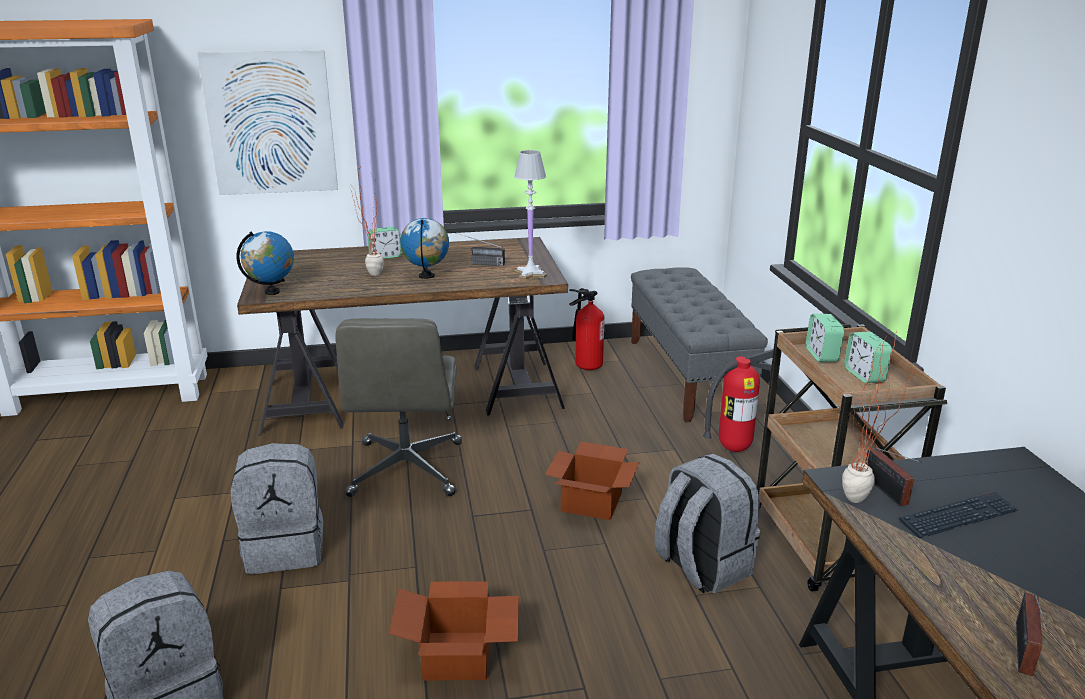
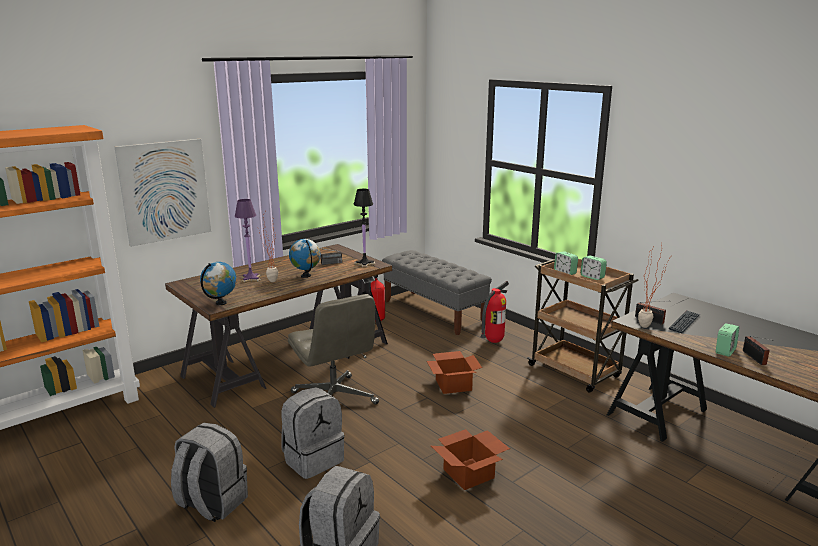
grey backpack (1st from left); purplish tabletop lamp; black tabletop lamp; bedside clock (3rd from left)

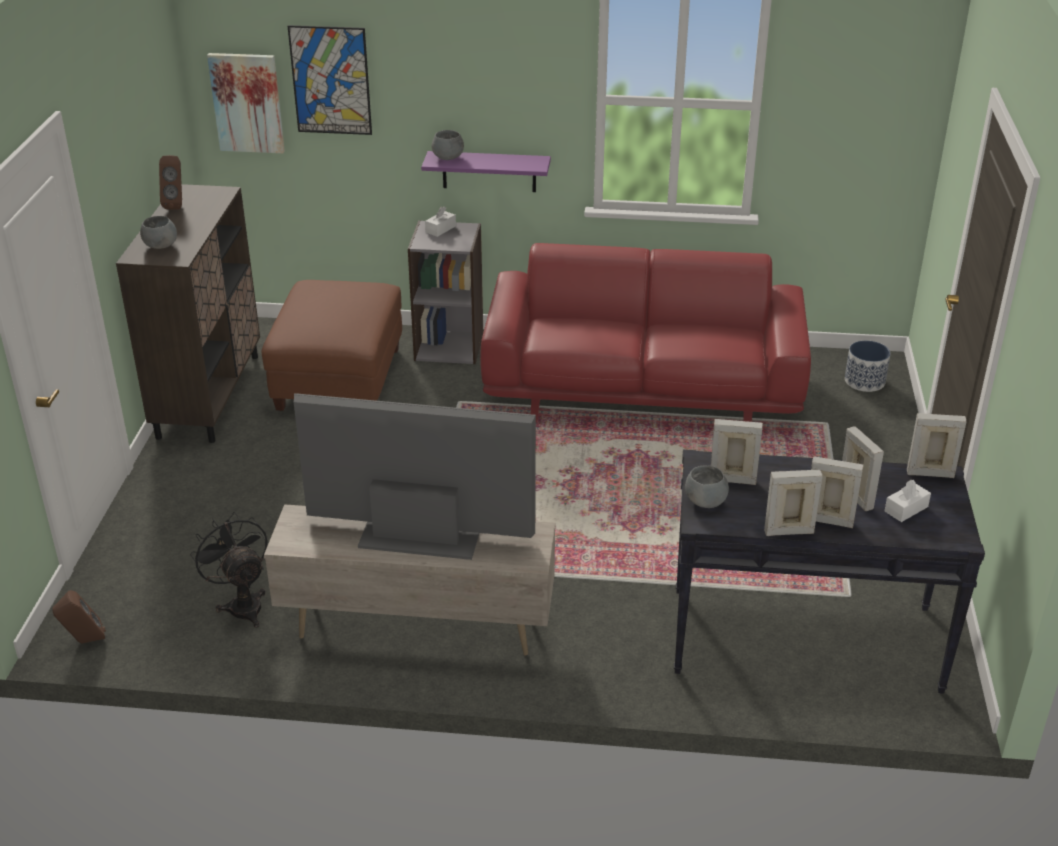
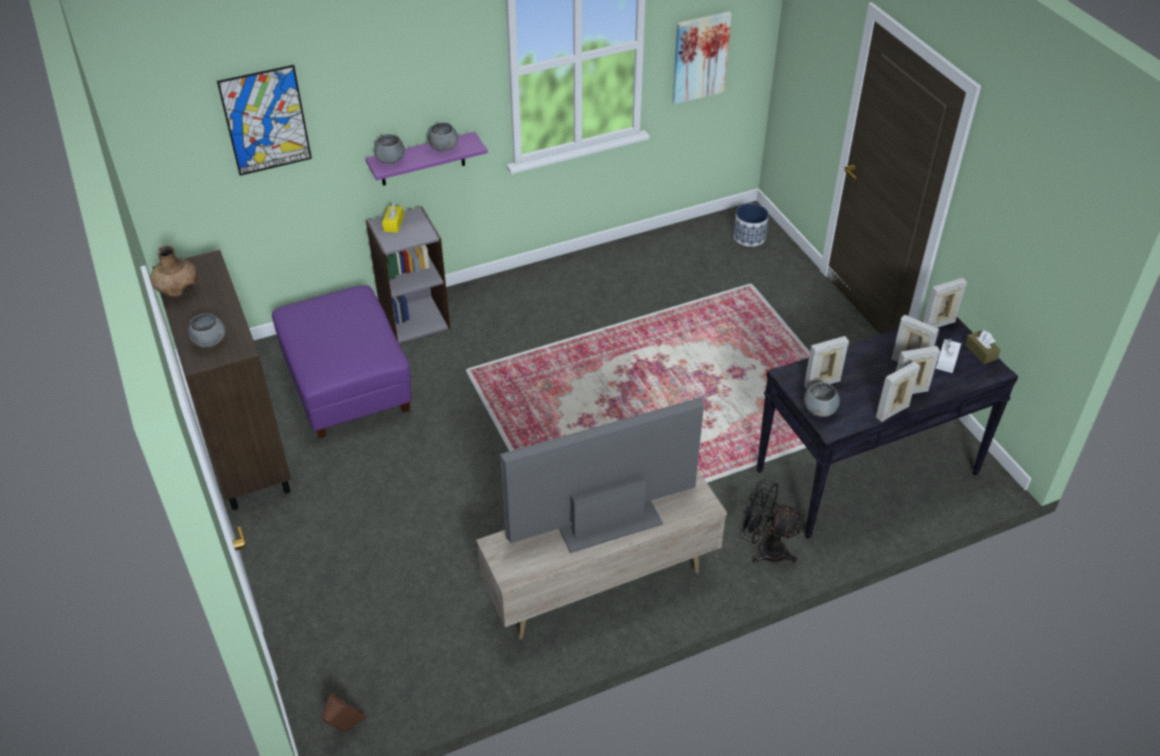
brownish flower vase; purplish footrest; yellow-coloured box of tissues; grey serving bowl (3rd from left); picture (2nd from left); black electric fan; brownish box of tissues; red-coloured sofa

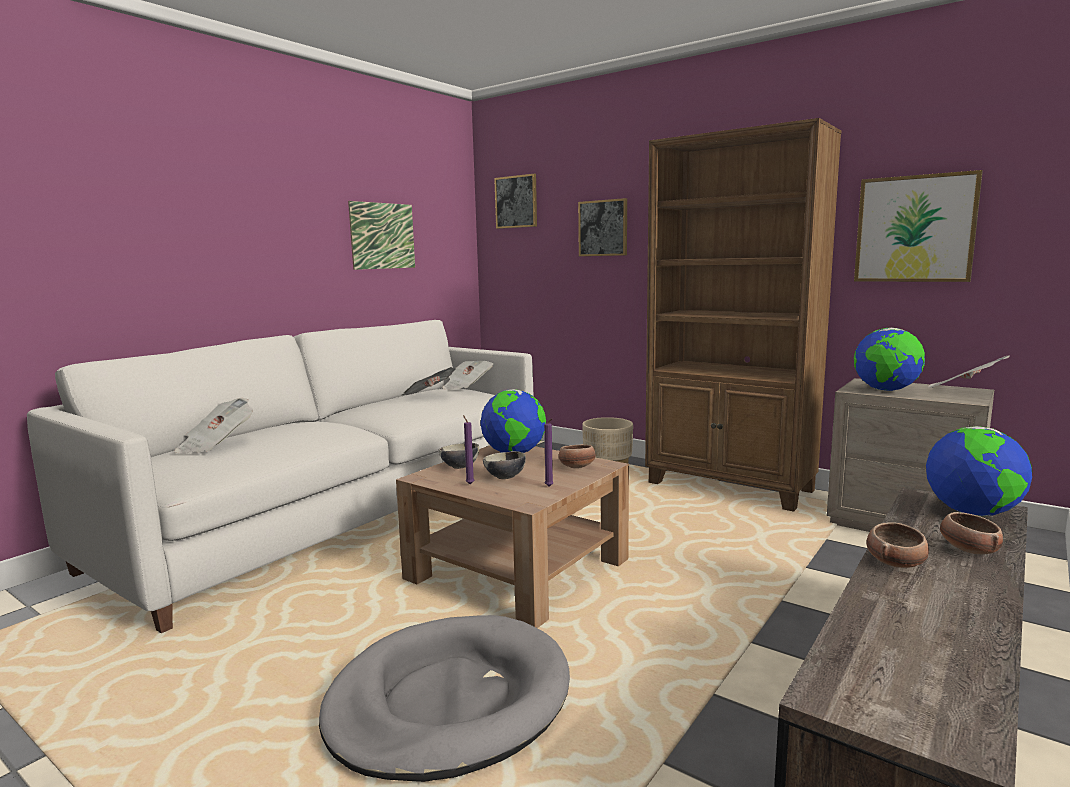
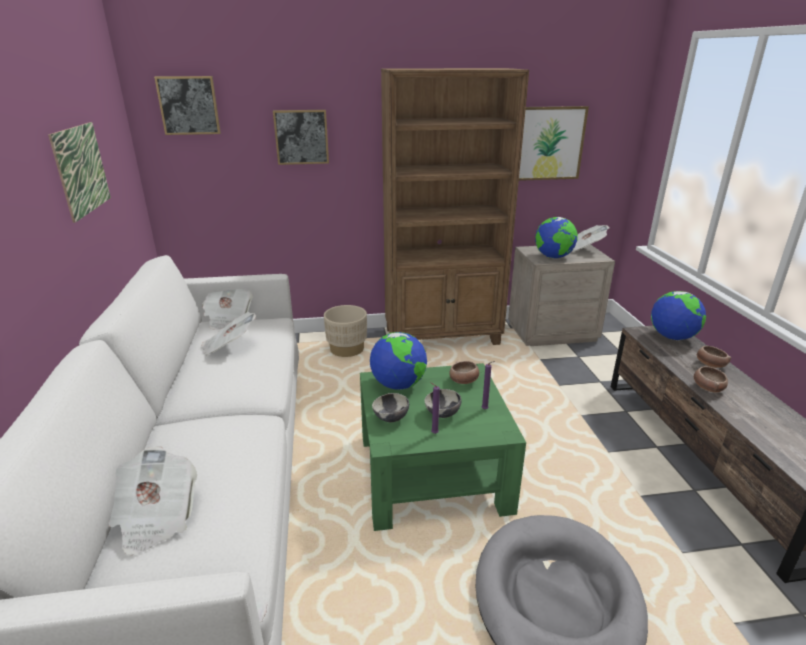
greenish coffee table

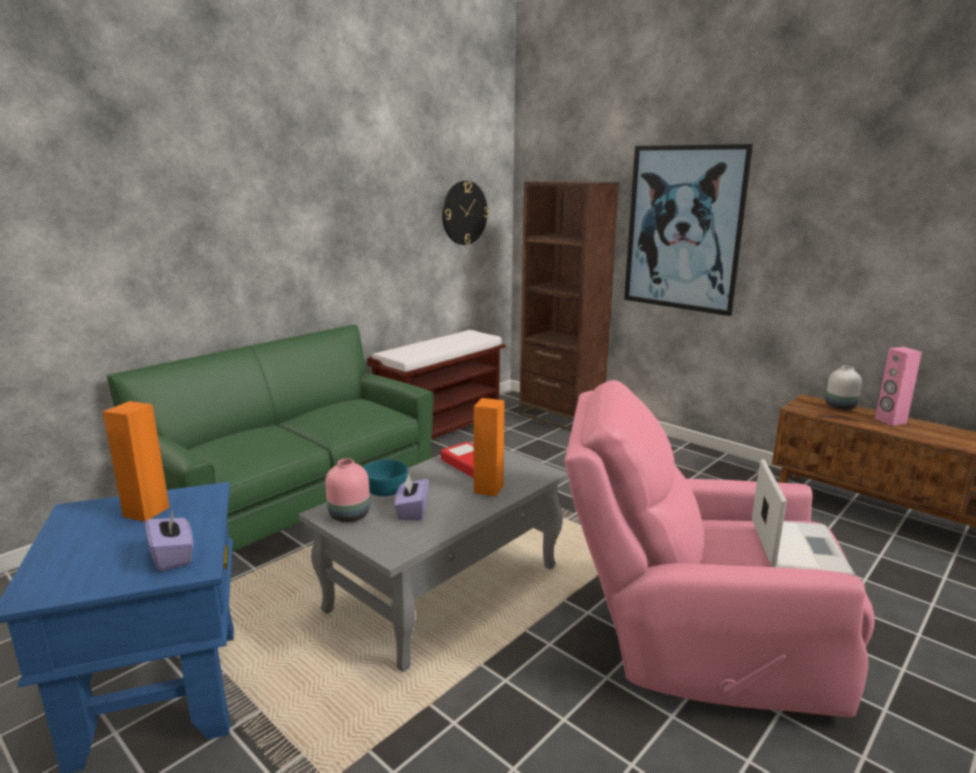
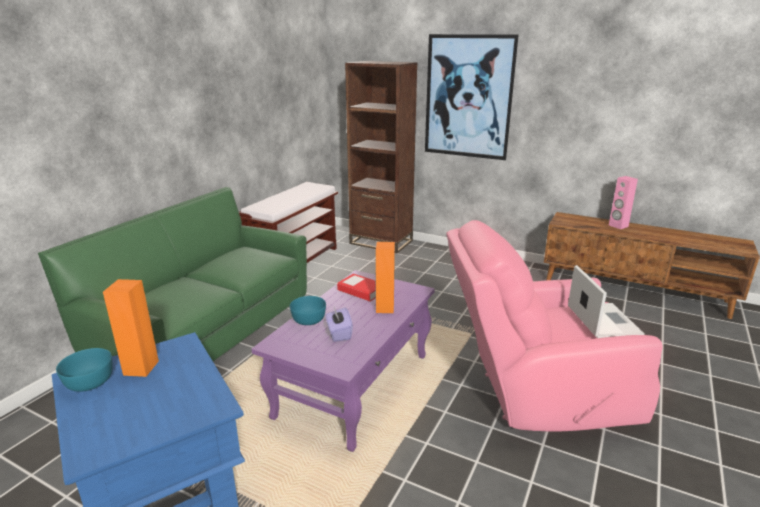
blue-green serving bowl (1st from left); purplish coffee table; purplish box of tissues (1st from left in the first image); pinkish flower vase; hanging clock; white-coloured flower vase

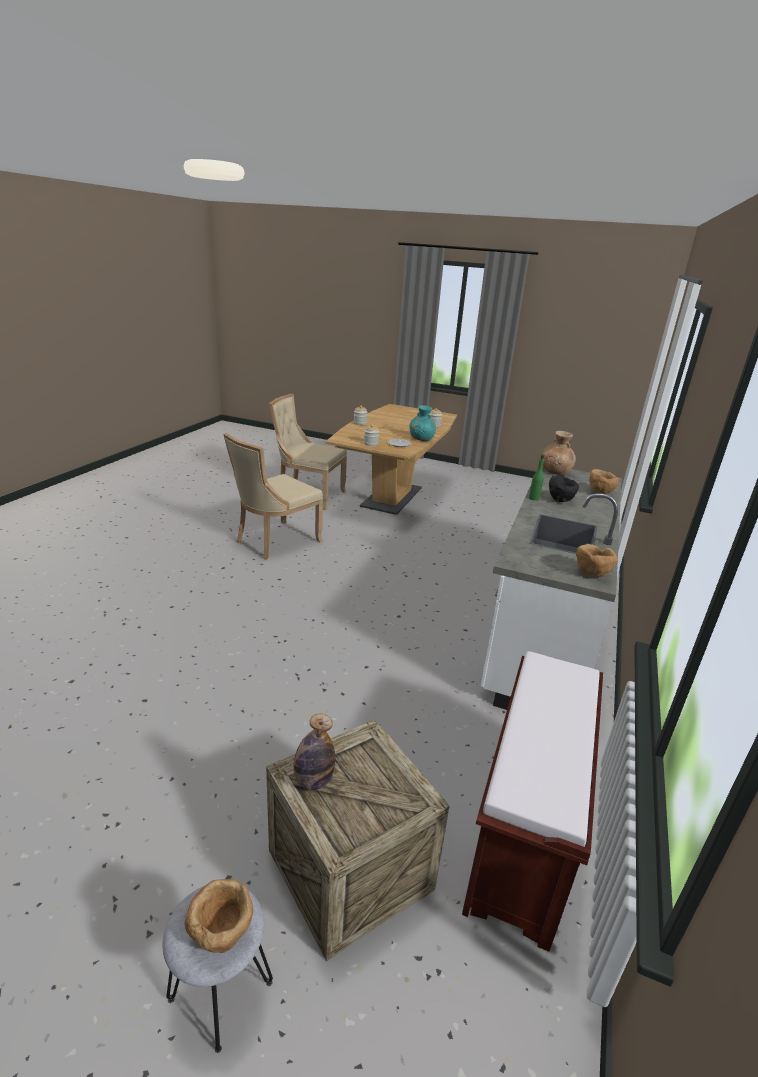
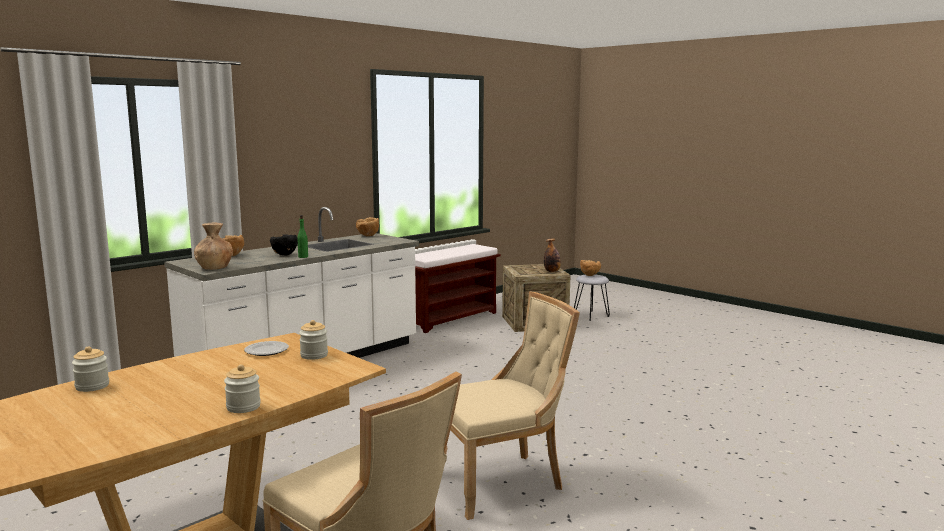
blue-green flower vase

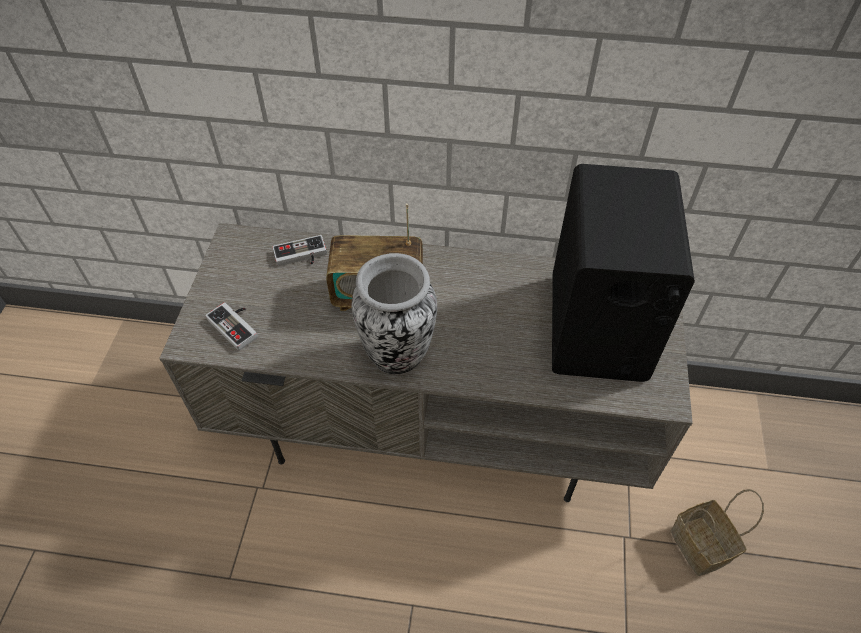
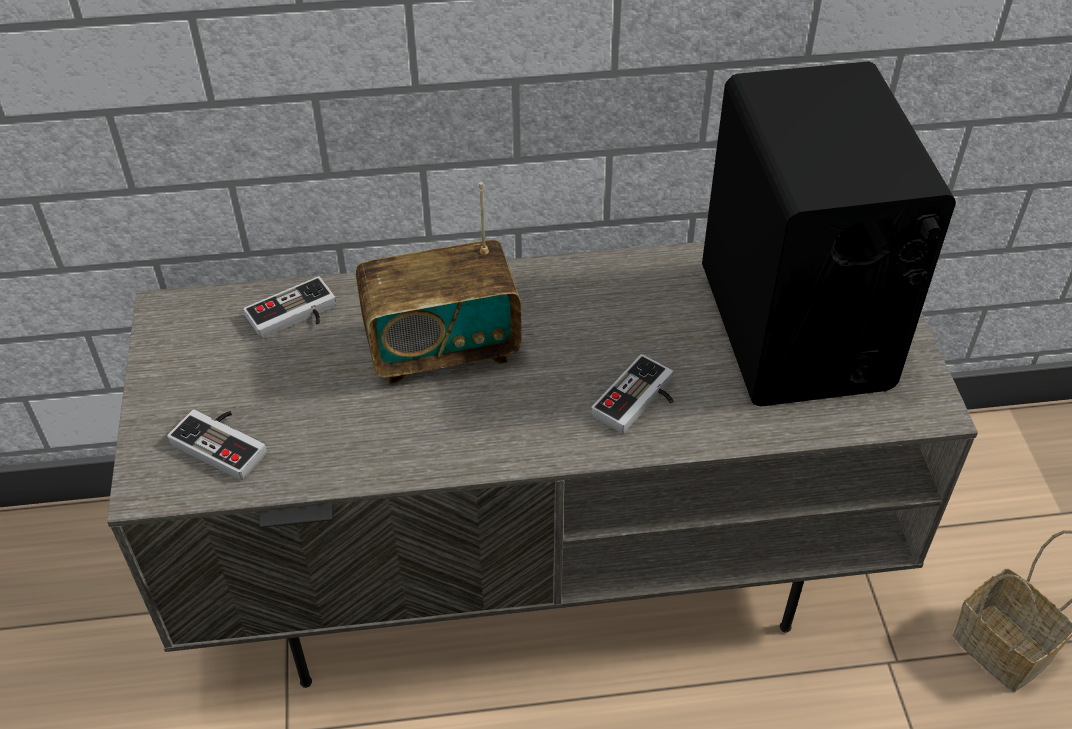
joypad (3rd from left); flower vase

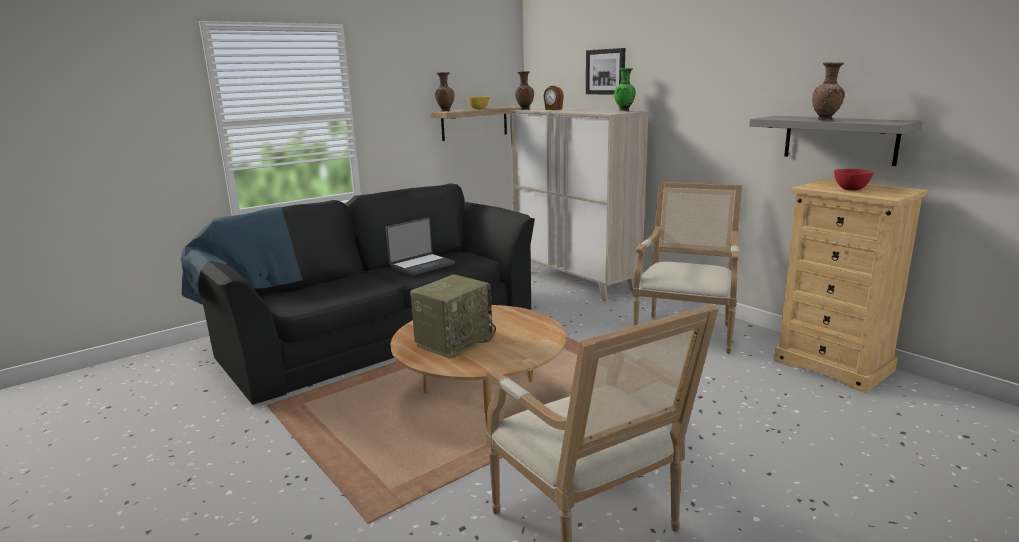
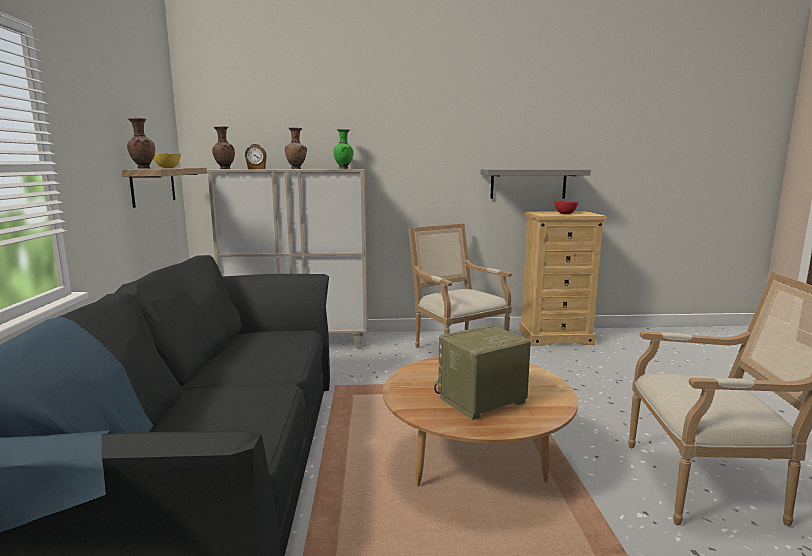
brownish flower vase (3rd from left); radio set; portable computer; picture

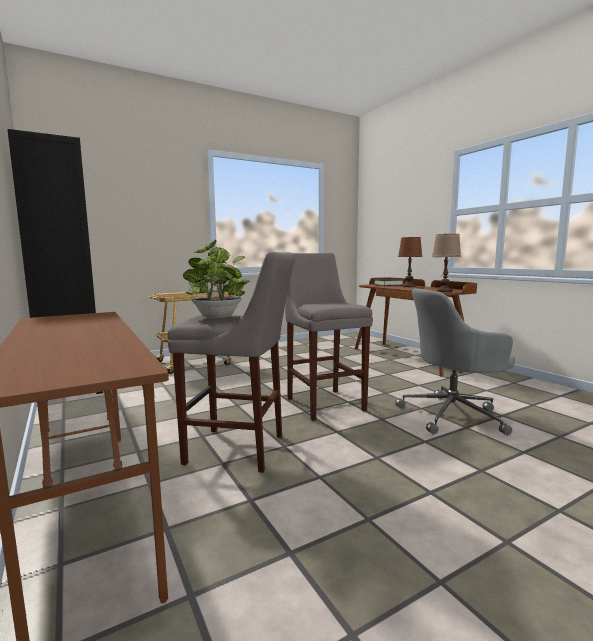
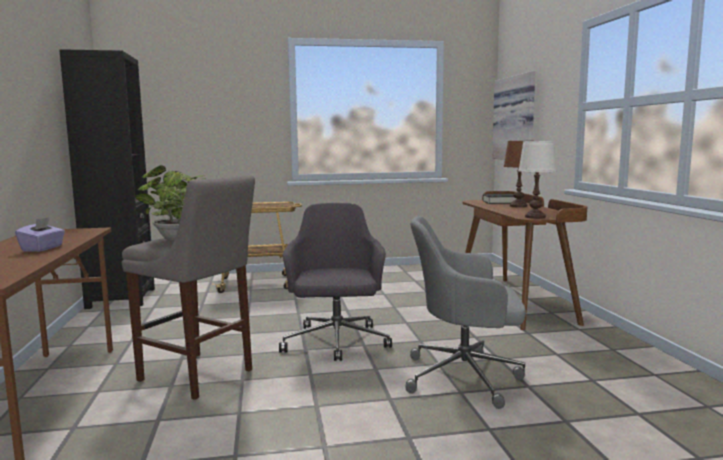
purplish box of tissues; grey office chair (1st from left); picture; white-coloured tabletop lamp

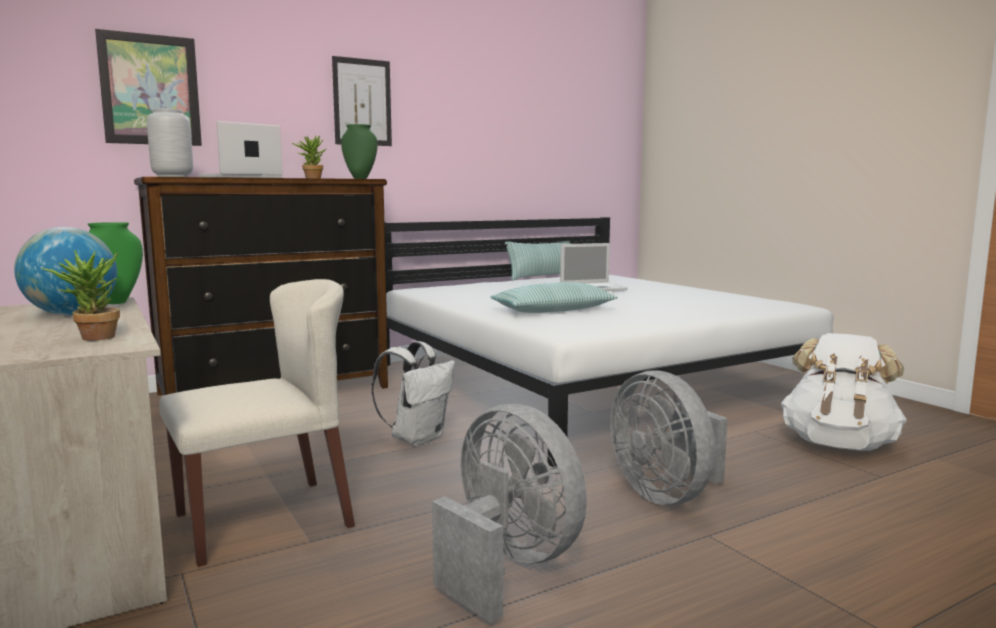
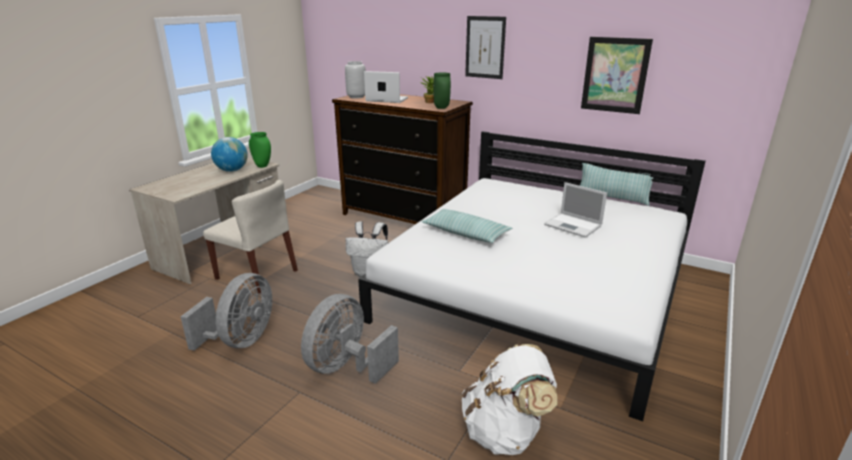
picture (2nd from left); houseplant (1st from left in the first image)

